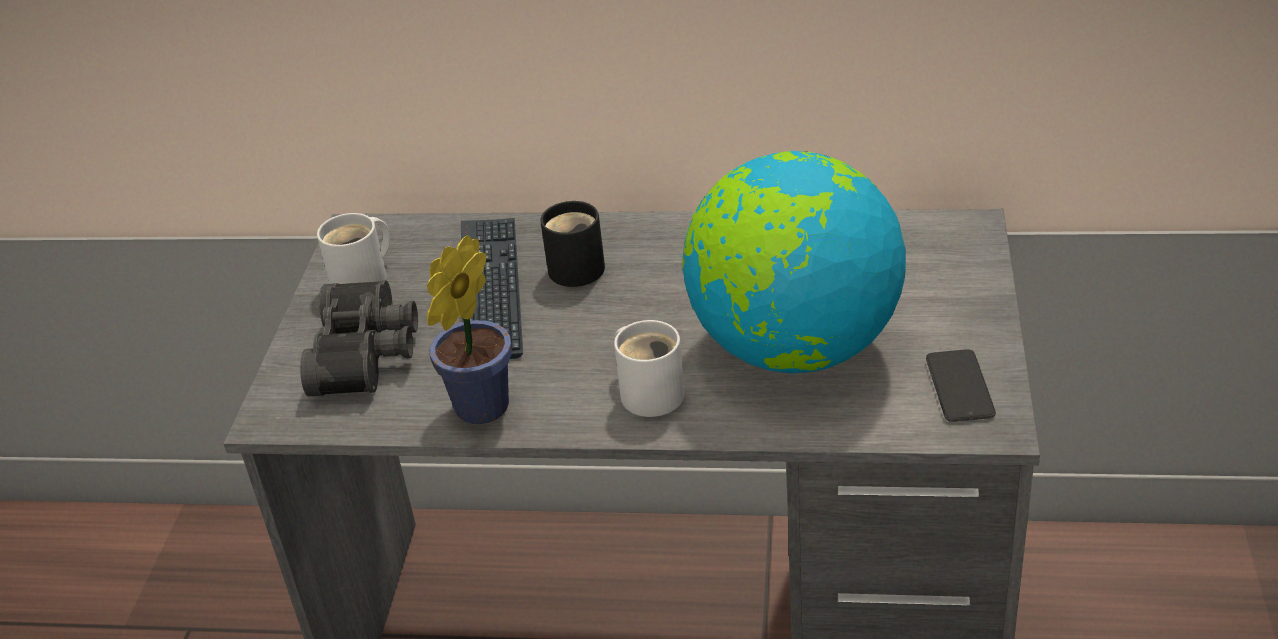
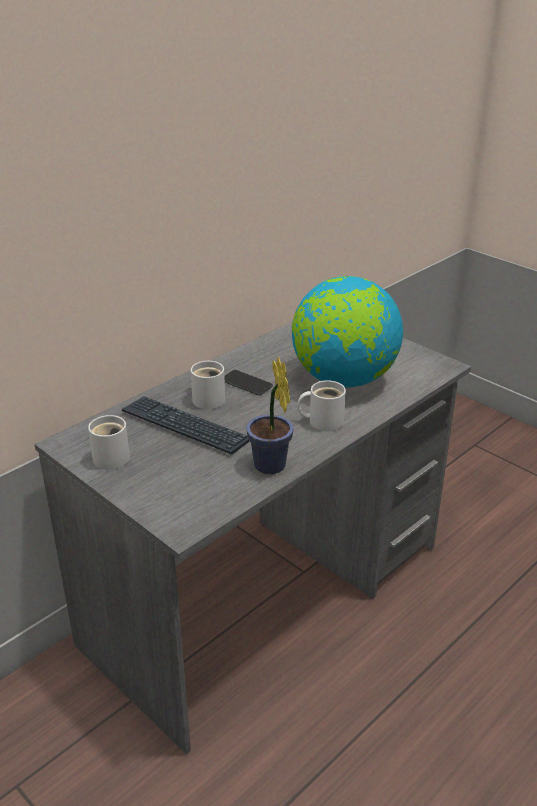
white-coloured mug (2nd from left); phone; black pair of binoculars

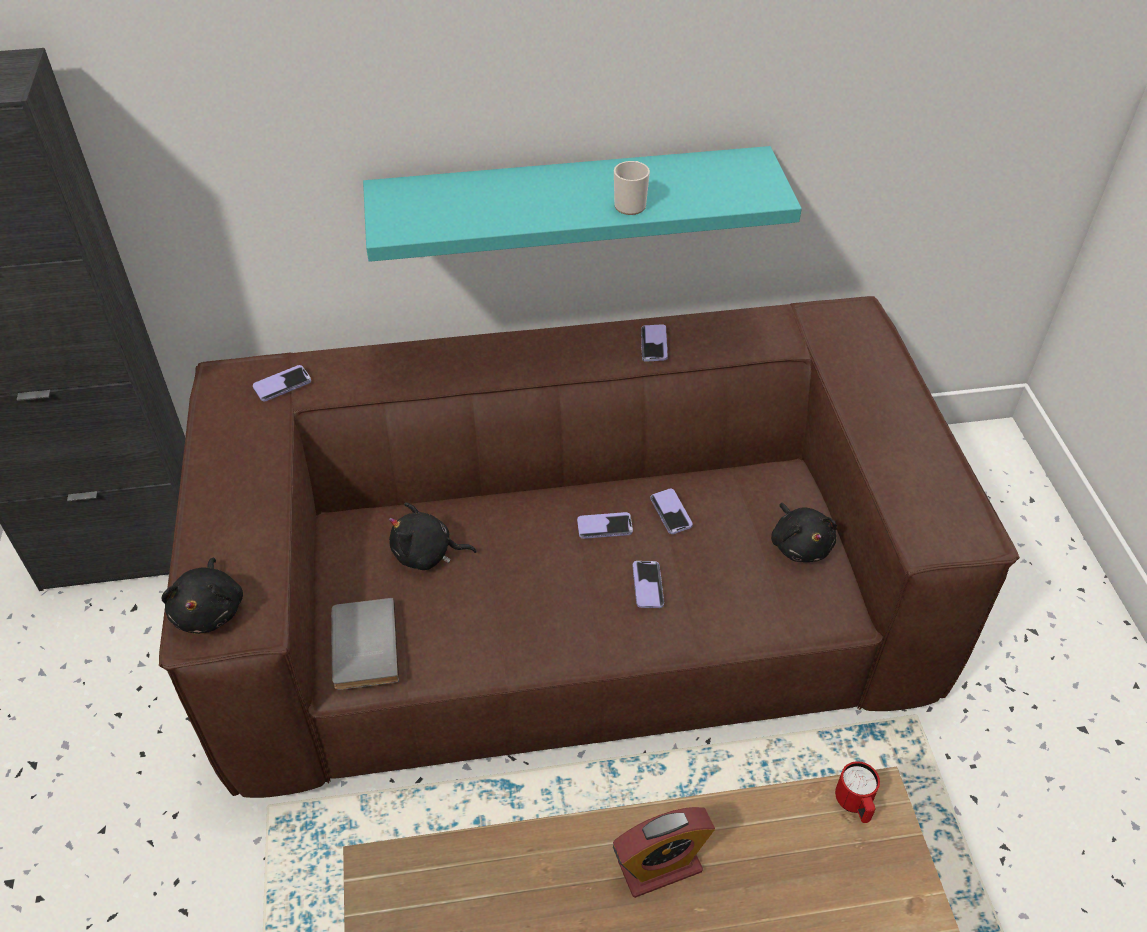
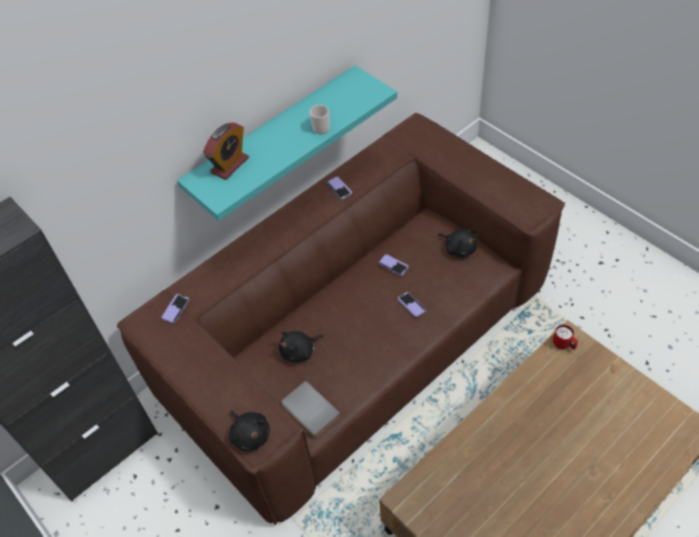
bedside clock; phone (2nd from left in the first image)

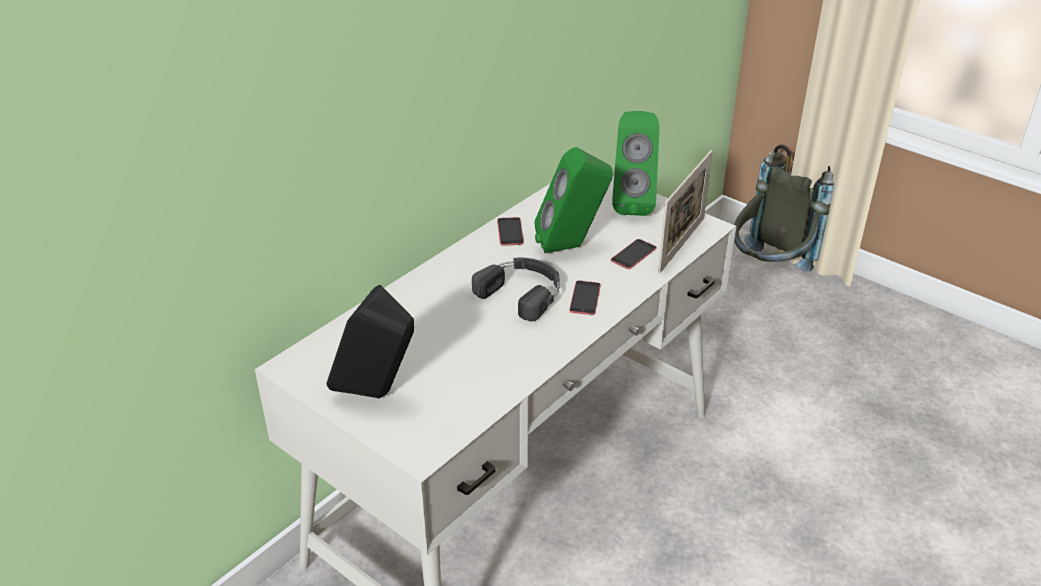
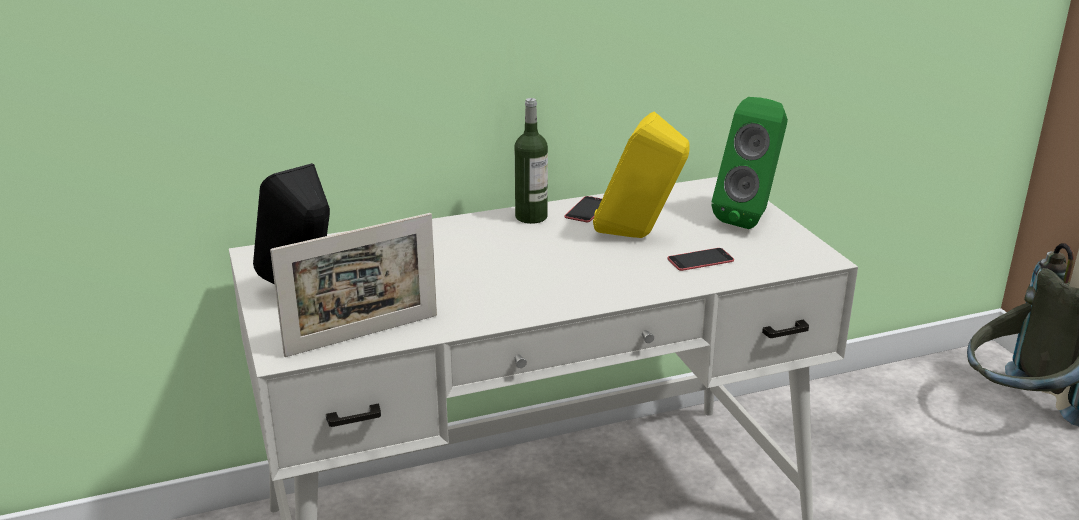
standing frame; bottle; yellow-coloured audio speaker; black pair of headphones; phone (2nd from left in the first image)

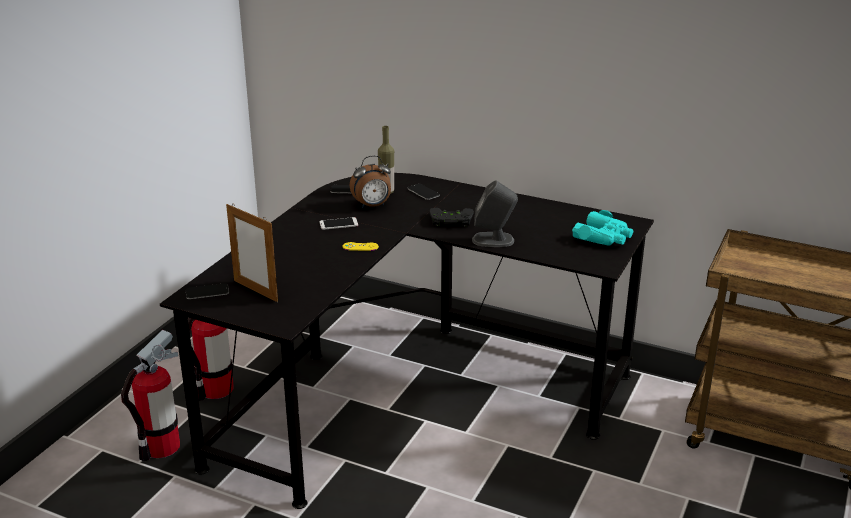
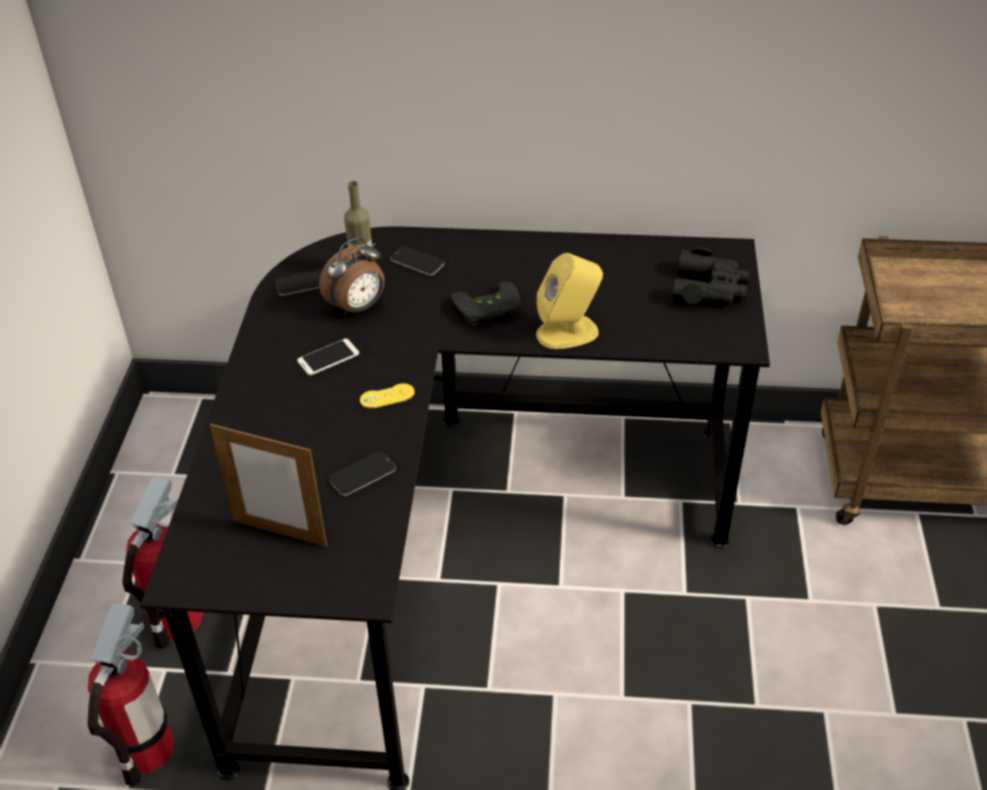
phone (3rd from left); yellow-coloured audio speaker; black pair of binoculars

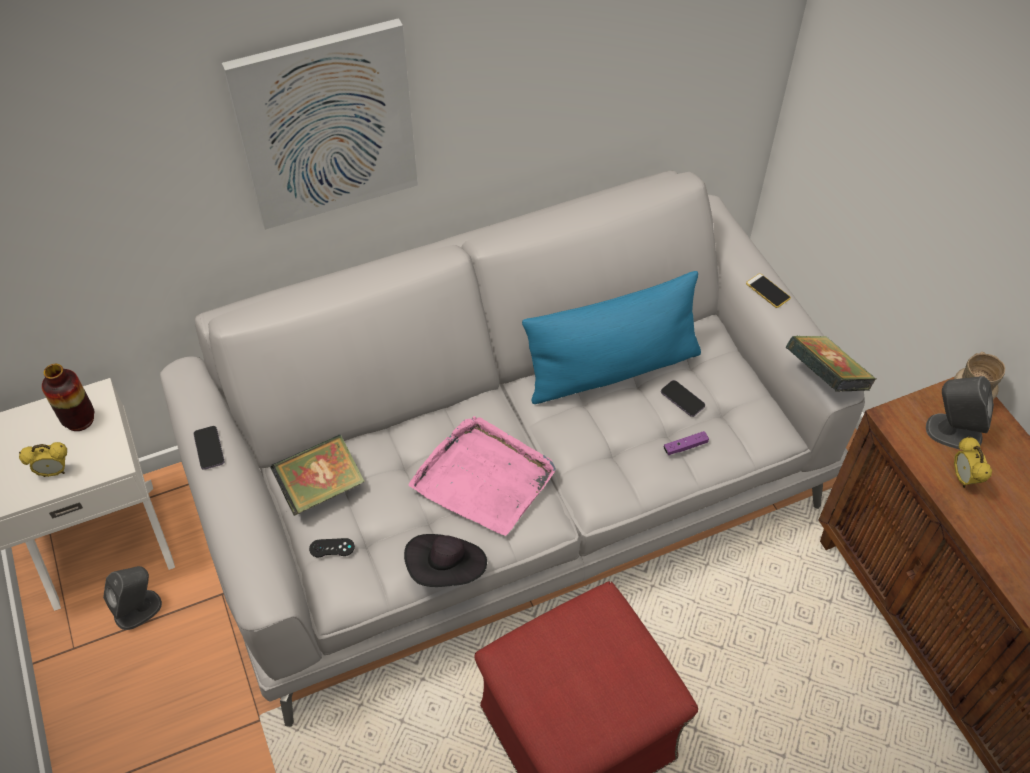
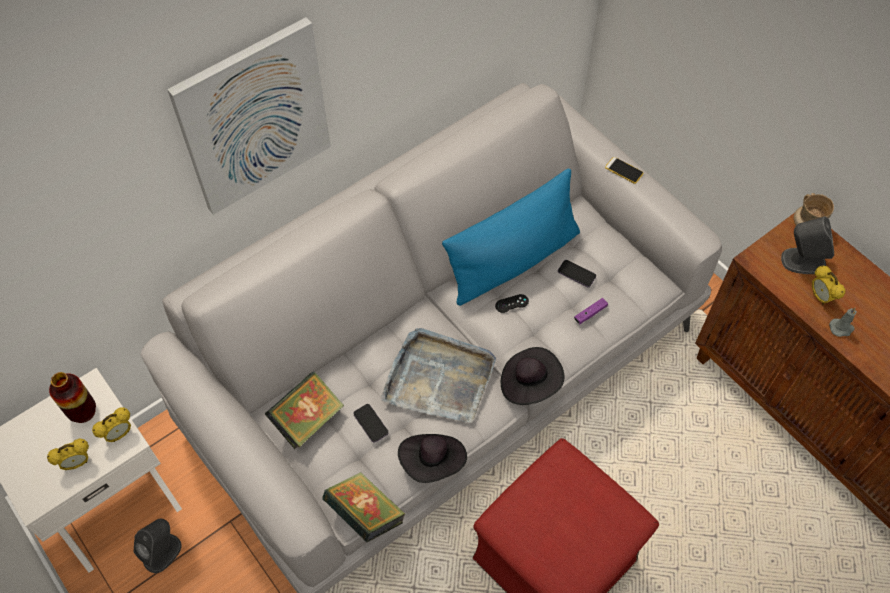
bedside clock (2nd from left); book (2nd from left); phone (1st from left); grey carrying tray; black joypad; black clothing hat (2nd from left); grey wax candle

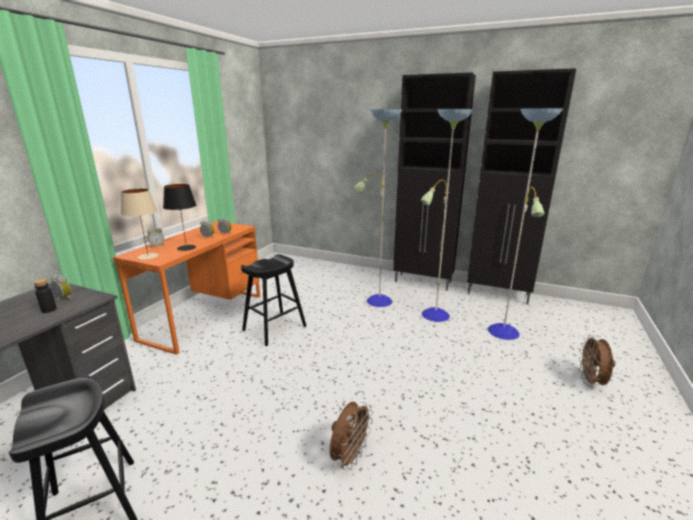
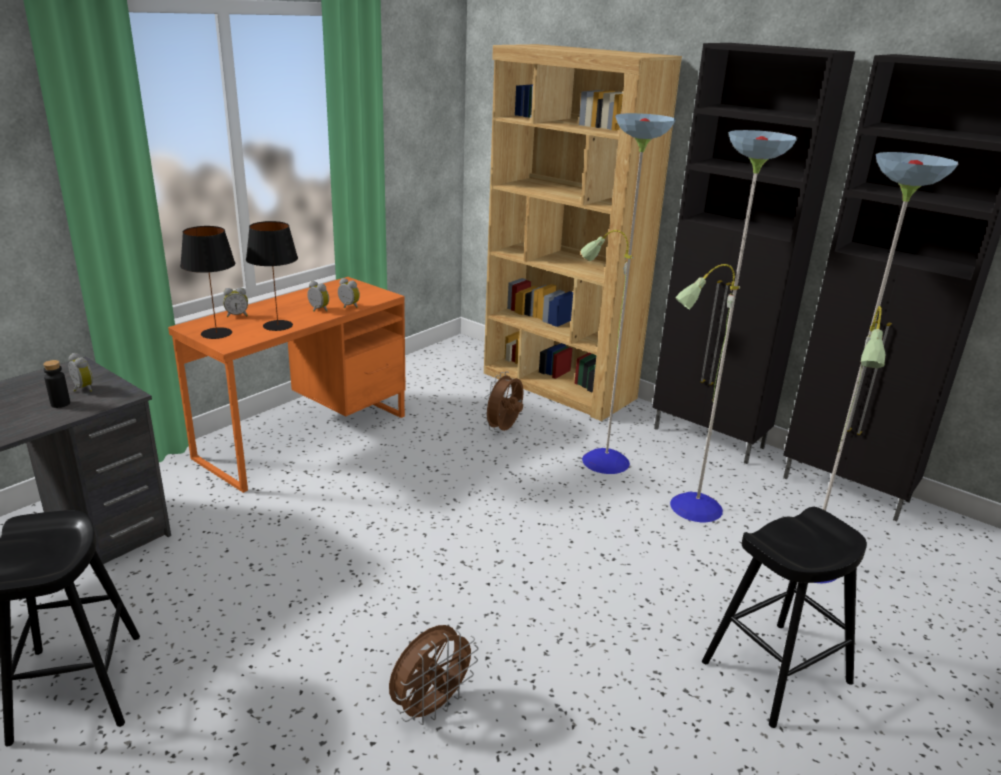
black tabletop lamp (1st from left); brownish electric fan (2nd from left); brownish bookcase; black sitting stool (2nd from left)

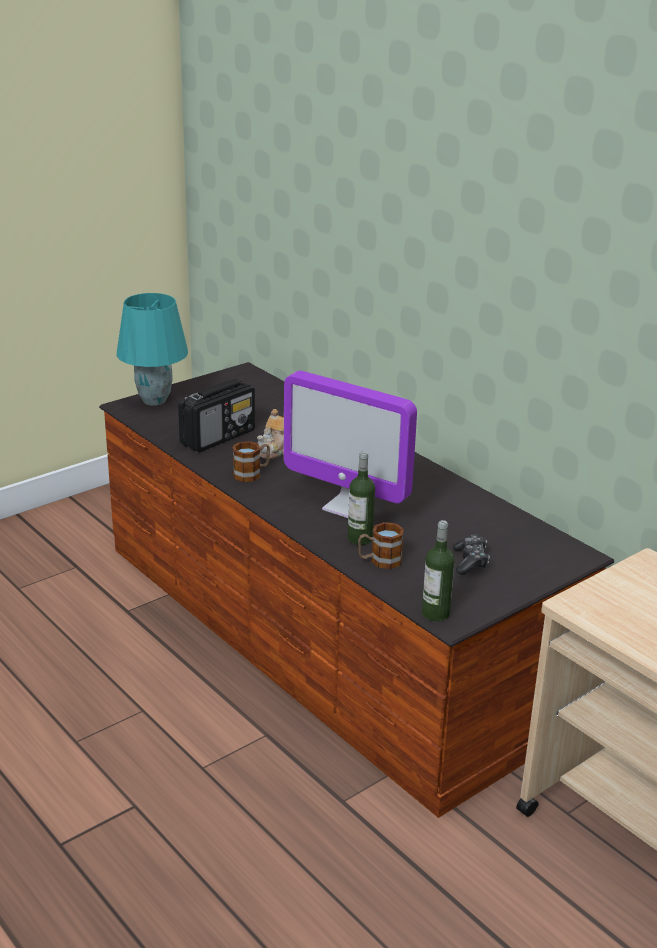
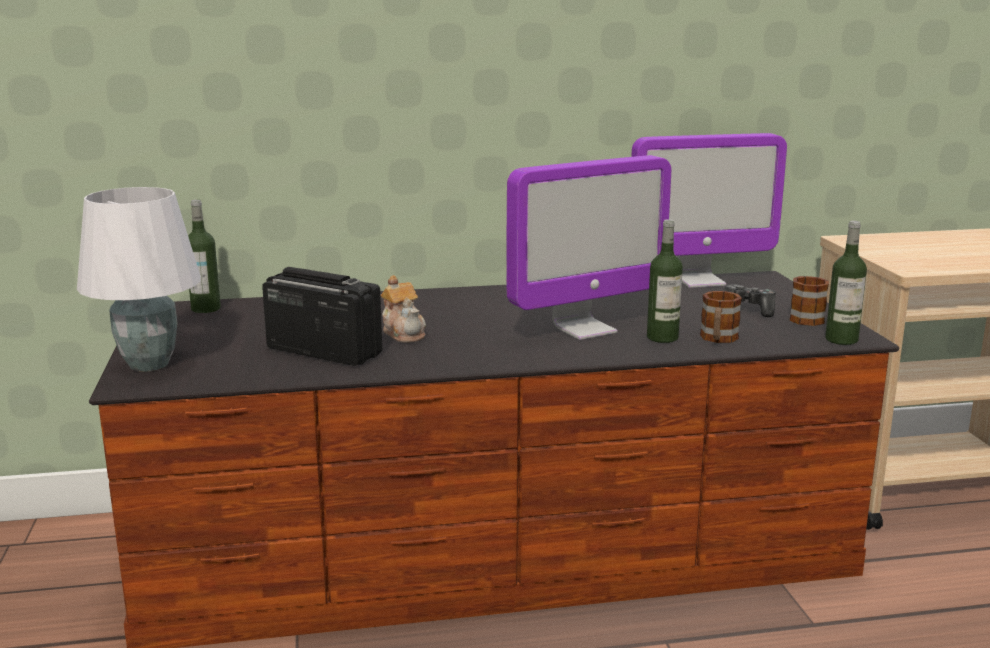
white-coloured tabletop lamp; bottle (1st from left); radio set; computer screen (2nd from left); mug (2nd from left)

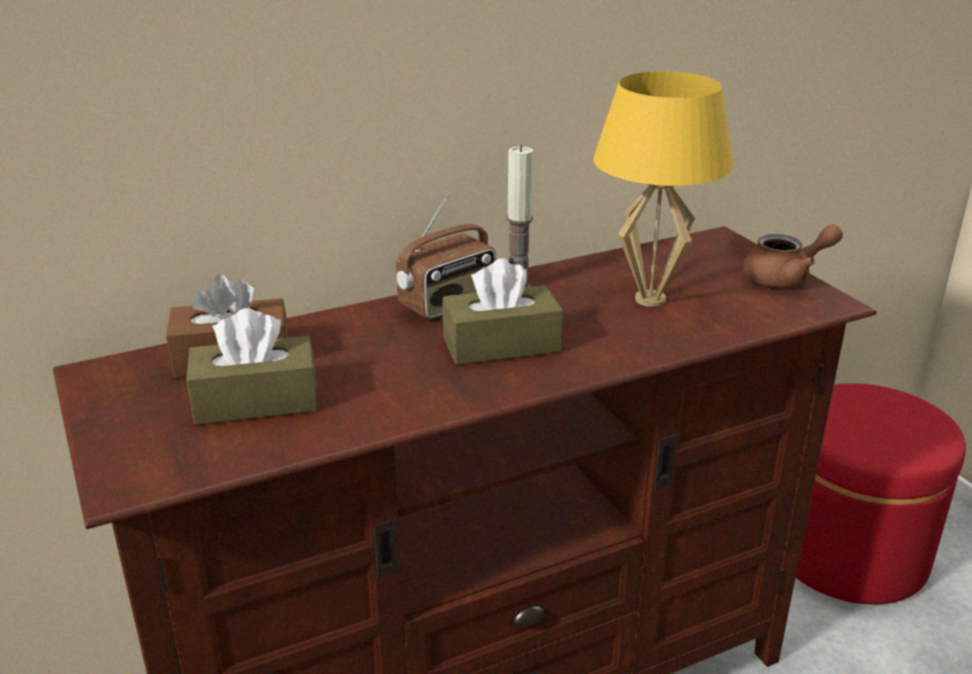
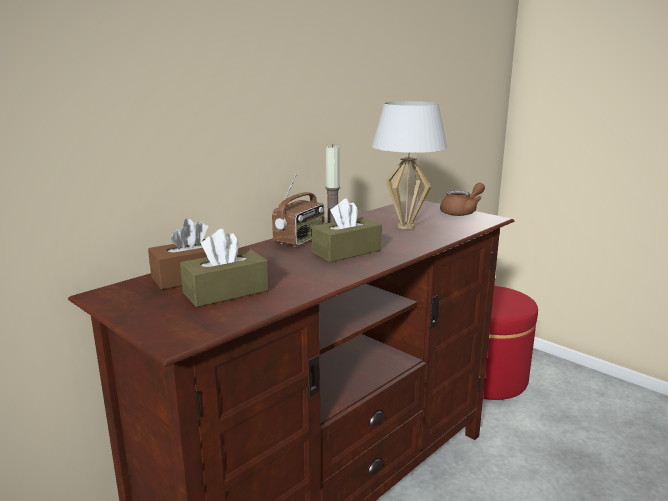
white-coloured tabletop lamp

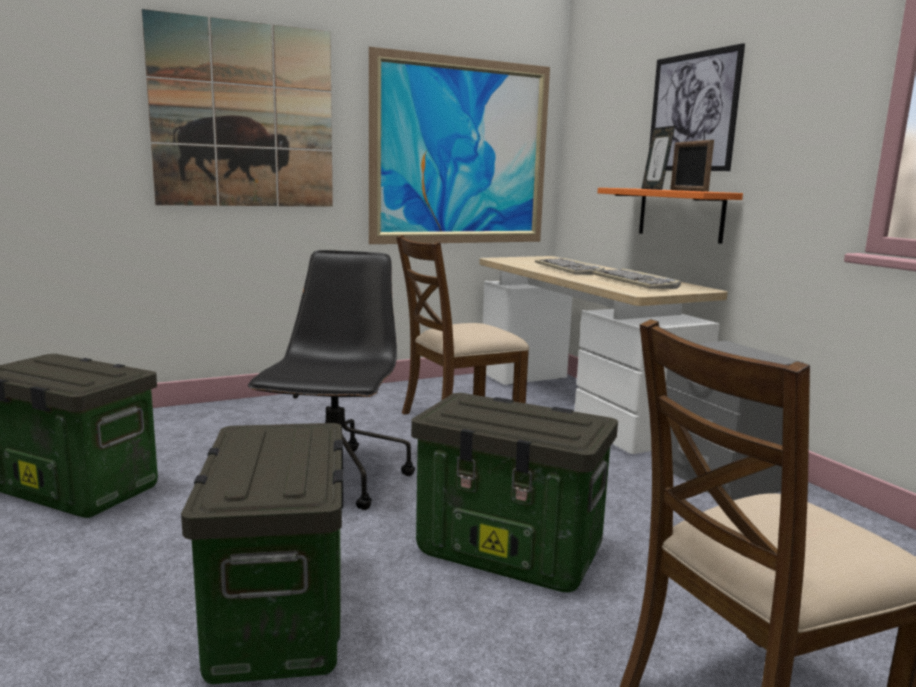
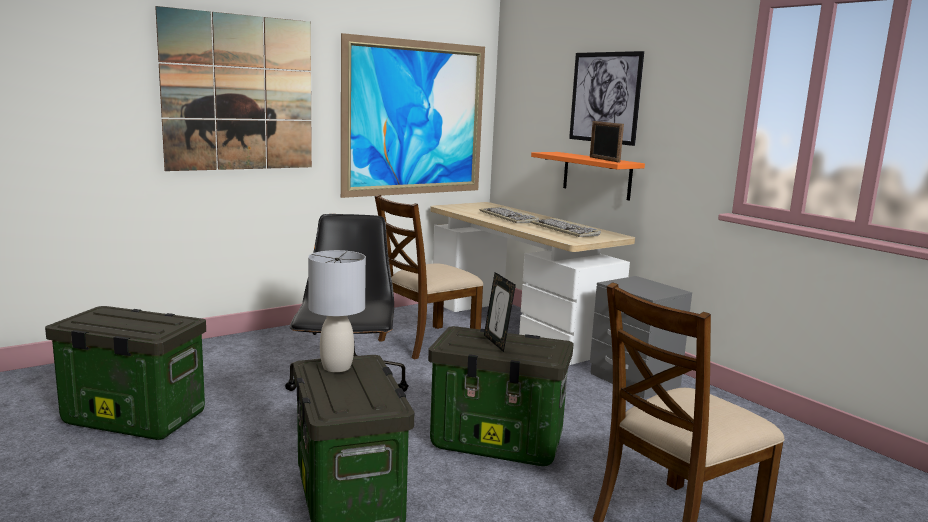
grey tabletop lamp; standing frame (1st from left)

